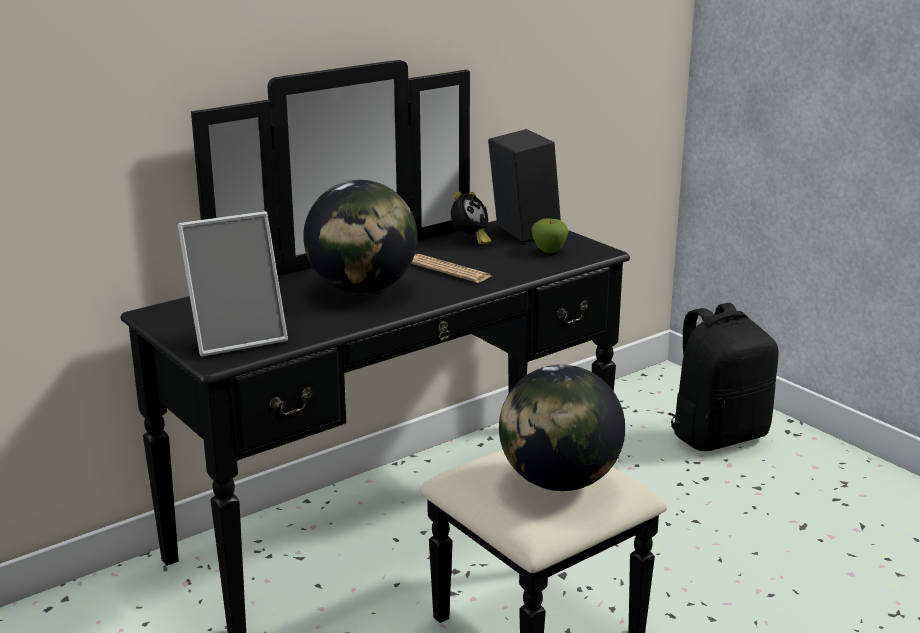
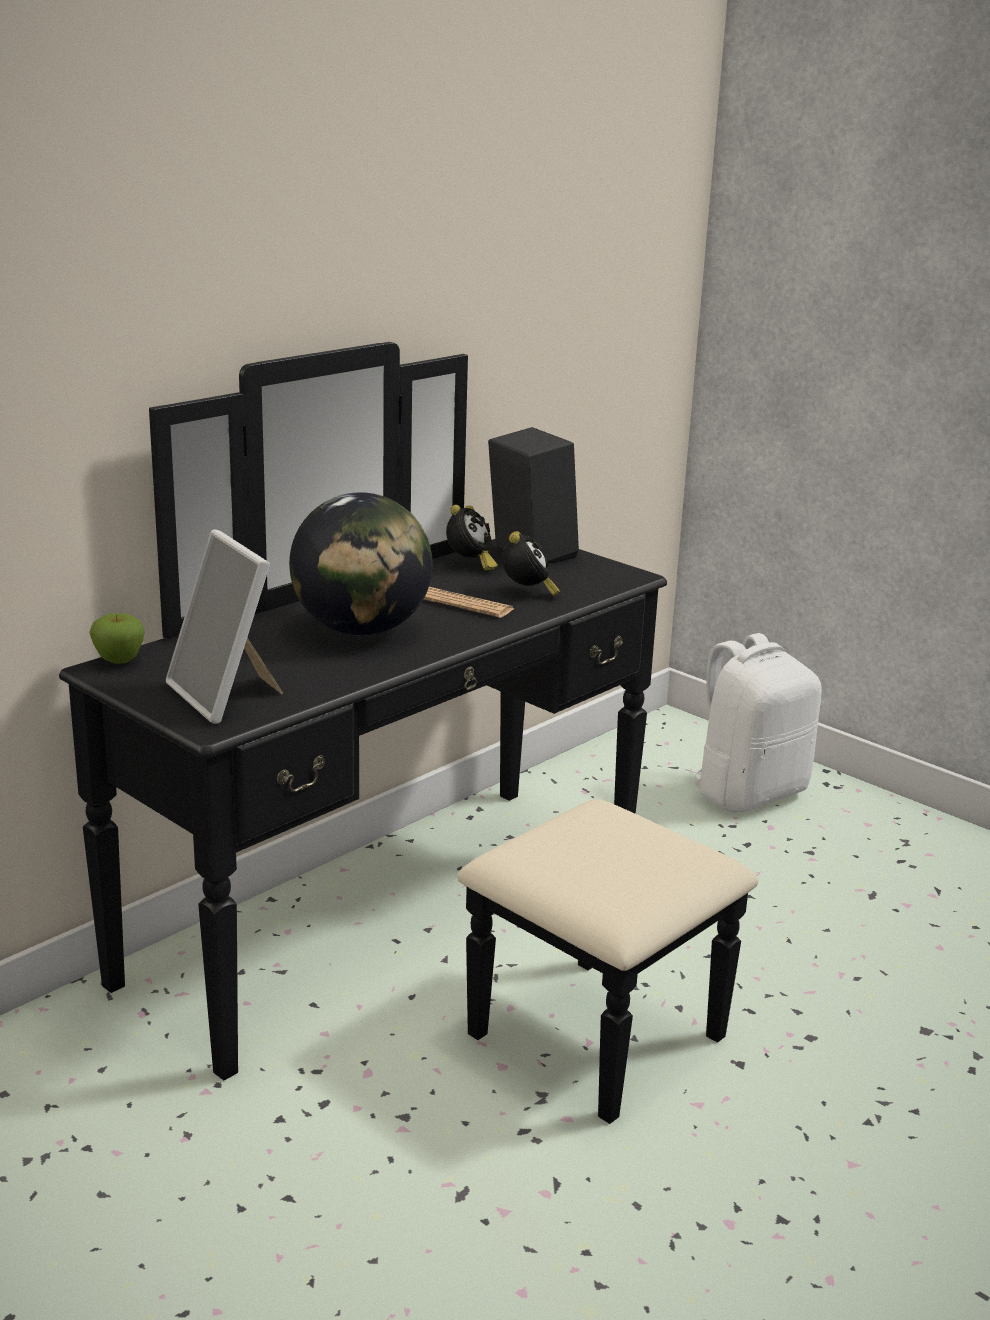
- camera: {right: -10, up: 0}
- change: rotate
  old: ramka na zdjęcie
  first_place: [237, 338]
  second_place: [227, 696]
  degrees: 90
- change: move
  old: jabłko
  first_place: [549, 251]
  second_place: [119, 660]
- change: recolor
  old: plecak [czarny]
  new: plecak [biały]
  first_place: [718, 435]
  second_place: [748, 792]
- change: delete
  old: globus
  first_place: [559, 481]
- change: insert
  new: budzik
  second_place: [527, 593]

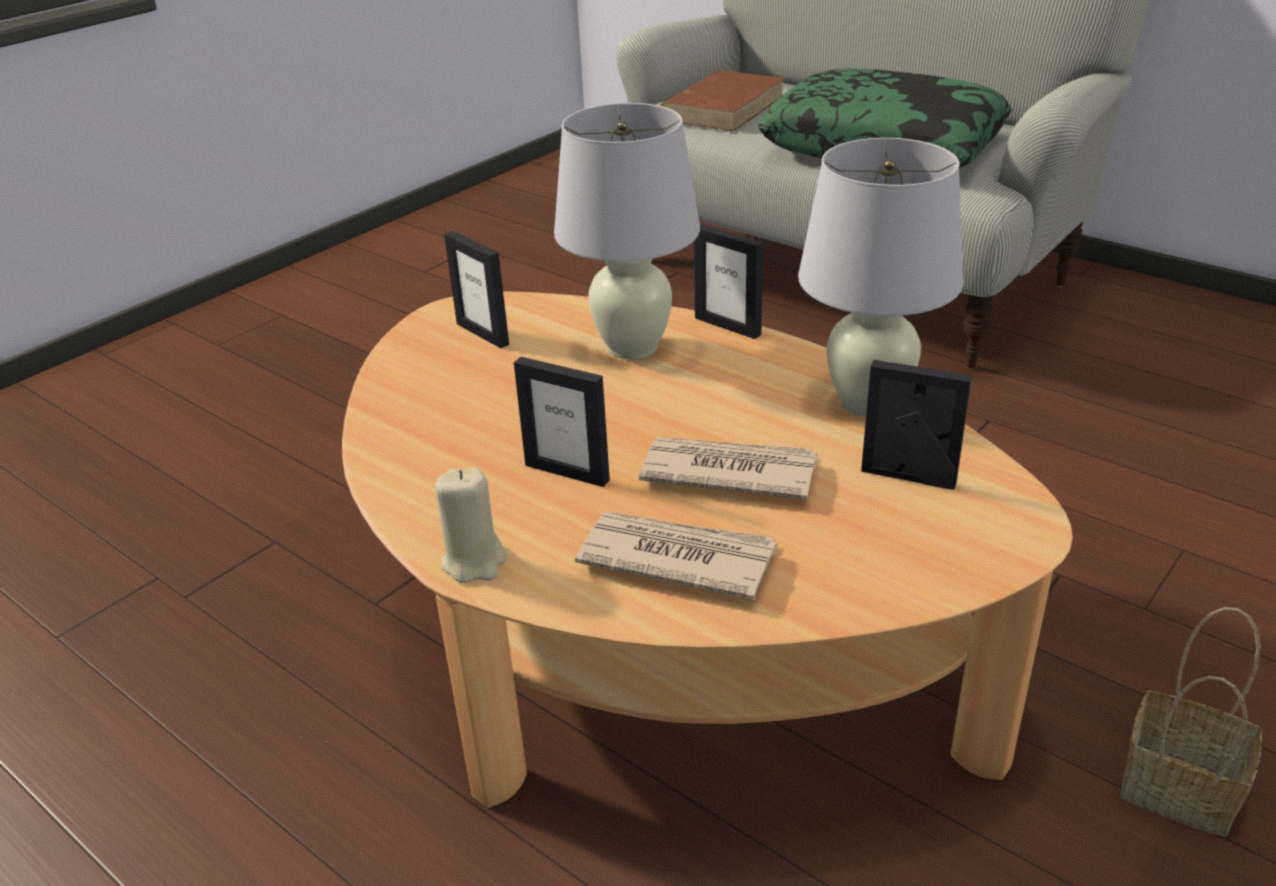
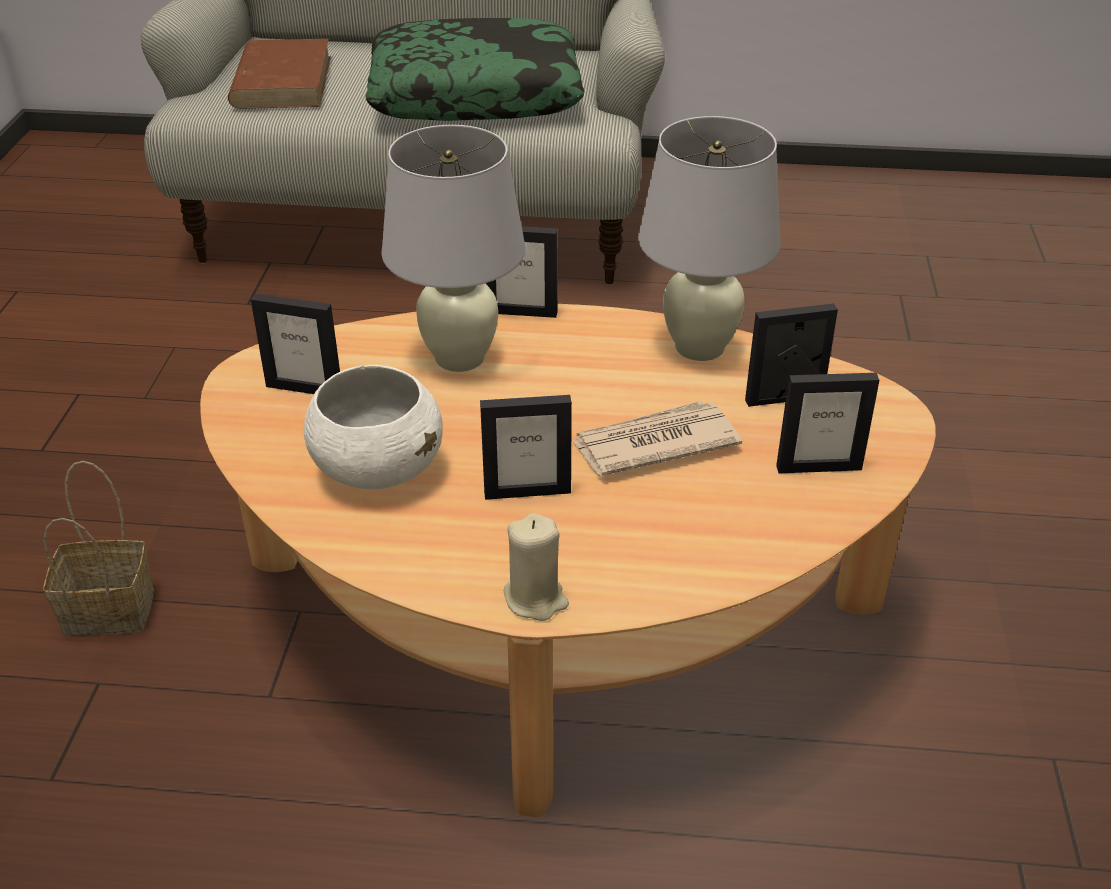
- camera: {right: -35, up: 5}
- change: delete
  old: gazeta
  first_place: [675, 558]
- change: move
  old: koszyk
  first_place: [1183, 789]
  second_place: [112, 609]
- change: insert
  new: miska [biały]
  second_place: [377, 469]
- change: insert
  new: ramka na zdjęcie
  second_place: [818, 467]

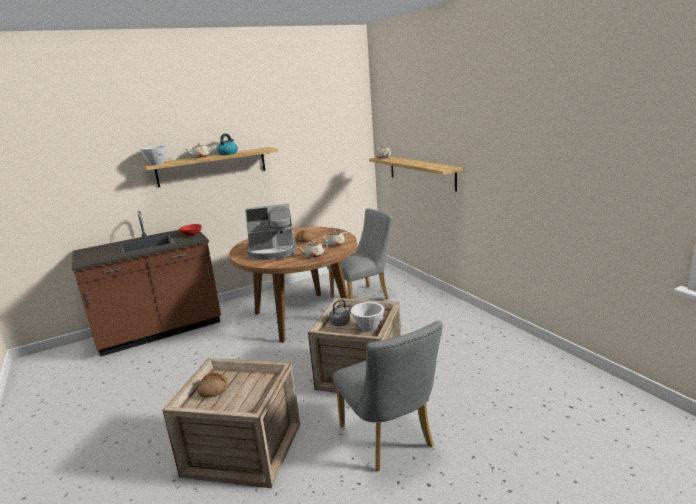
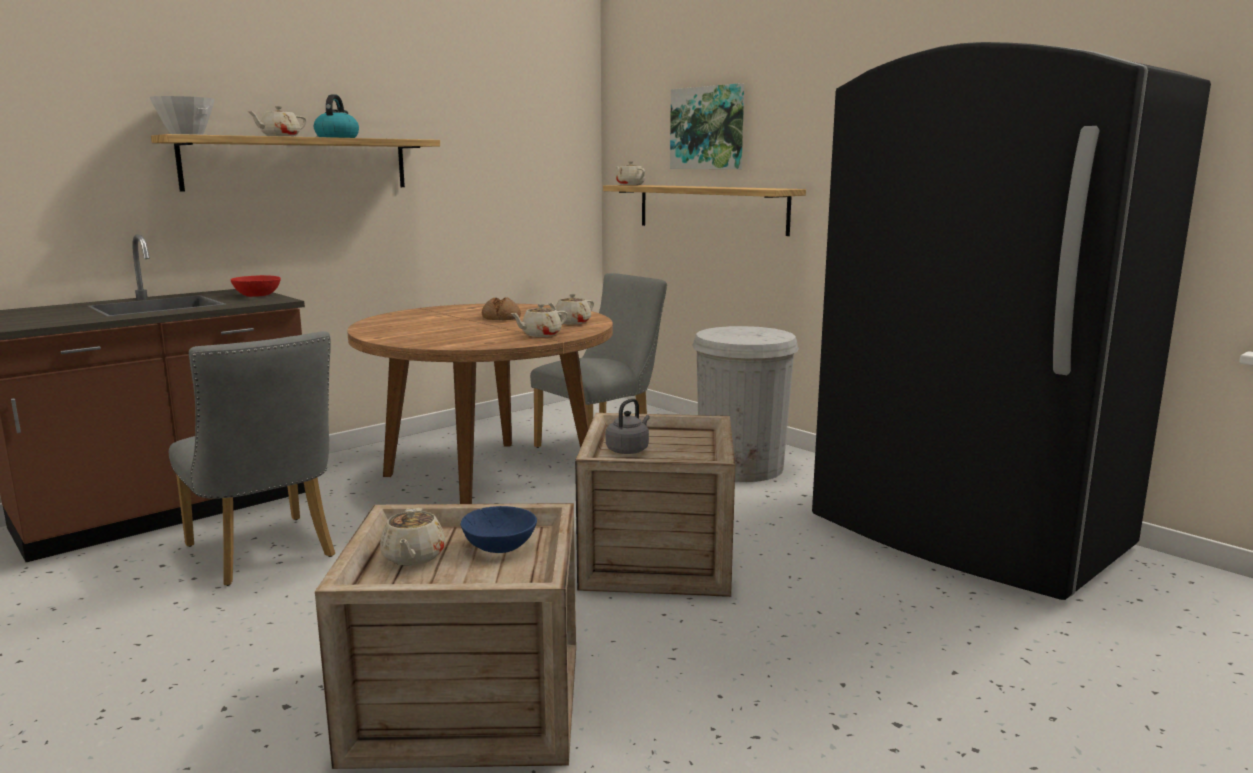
- camera: {right: -15, up: -5}
- change: delete
  old: ekspres do kawy
  first_place: [273, 251]
- change: delete
  old: miska [biały]
  first_place: [368, 327]
- change: move
  old: krzesło [szary]
  first_place: [390, 440]
  second_place: [265, 554]
- change: replace
  old: chleb
  new: imbryk [beżowy]
  first_place: [213, 389]
  second_place: [413, 557]
- change: insert
  new: lodówka [czarny]
  second_place: [966, 534]
- change: insert
  new: obraz
  second_place: [708, 128]
- change: insert
  new: kosz na śmieci [biały]
  second_place: [741, 467]
- change: insert
  new: miska [niebieski]
  second_place: [500, 546]

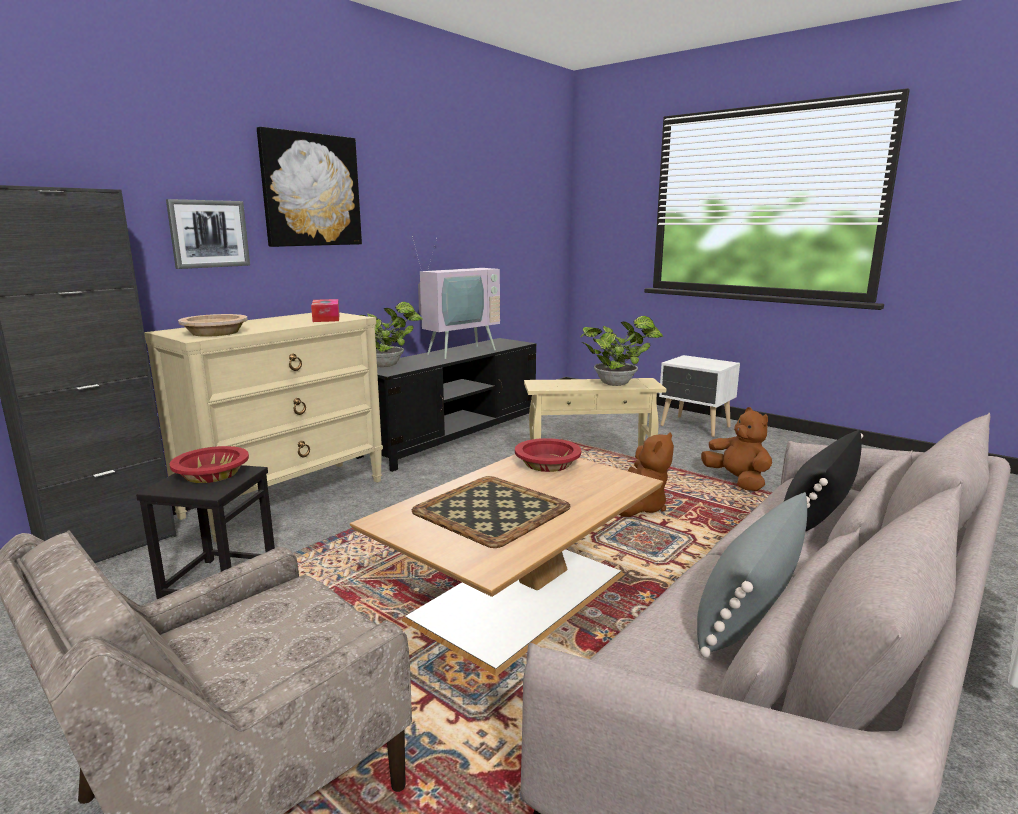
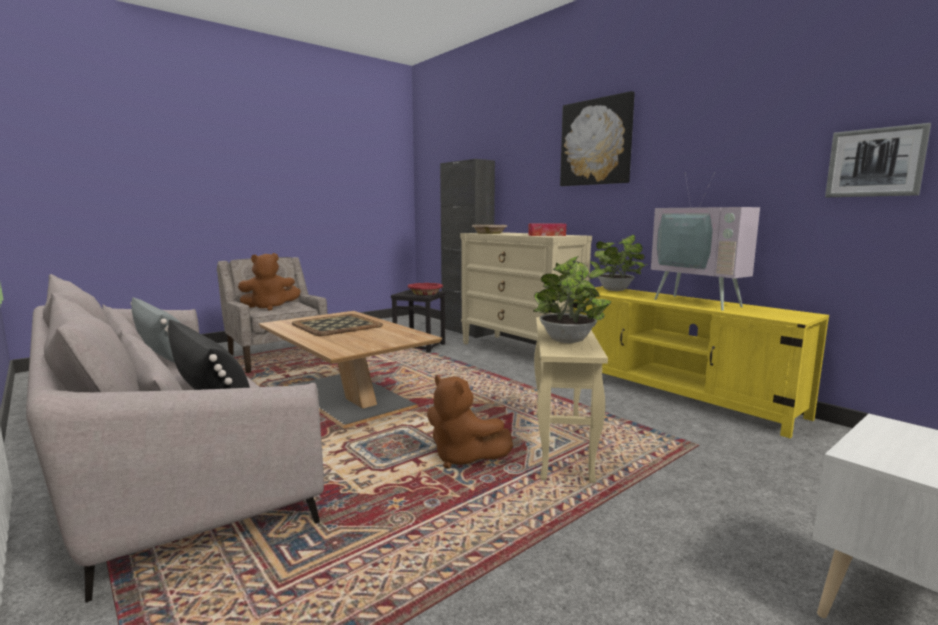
- camera: {right: 100, up: -5}
- change: move
  old: obraz
  first_place: [209, 234]
  second_place: [875, 162]
- change: recolor
  old: szafka pod telewizor [czarny]
  new: szafka pod telewizor [żółty]
  first_place: [454, 436]
  second_place: [676, 393]
- change: move
  old: pluszak [brązowy]
  first_place: [737, 481]
  second_place: [270, 307]
- change: delete
  old: miska [czerwony]
  first_place: [547, 463]

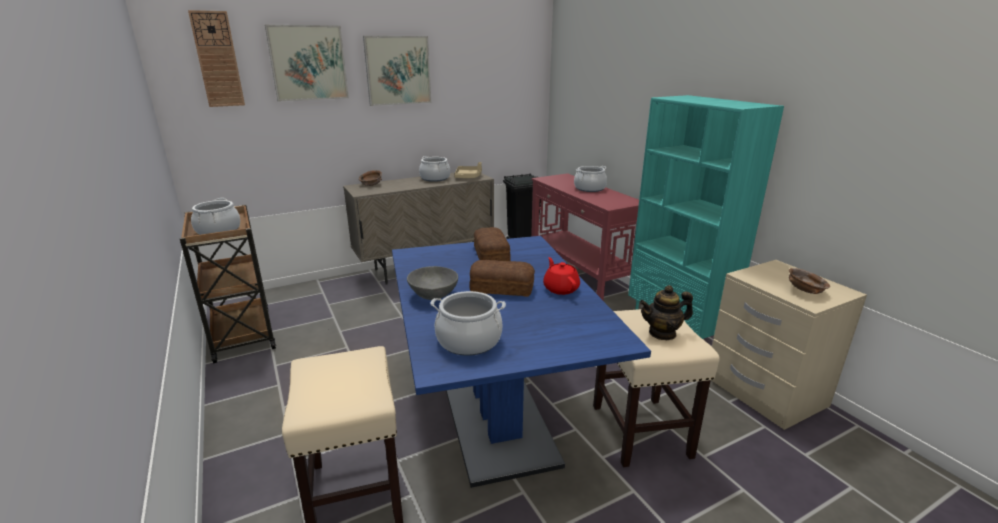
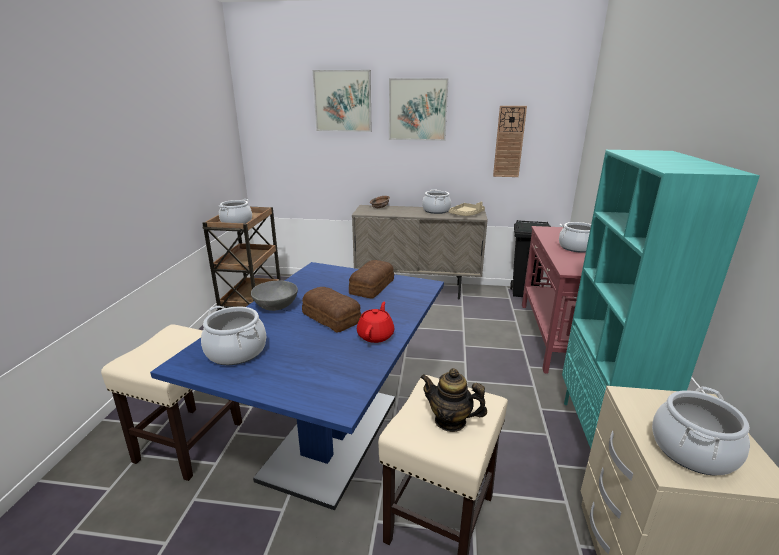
- camera: {right: 35, up: 0}
- change: move
  old: zegar ścienny
  first_place: [217, 60]
  second_place: [509, 142]
- change: replace
  old: miska [brązowy]
  new: garnek
  first_place: [804, 291]
  second_place: [692, 450]

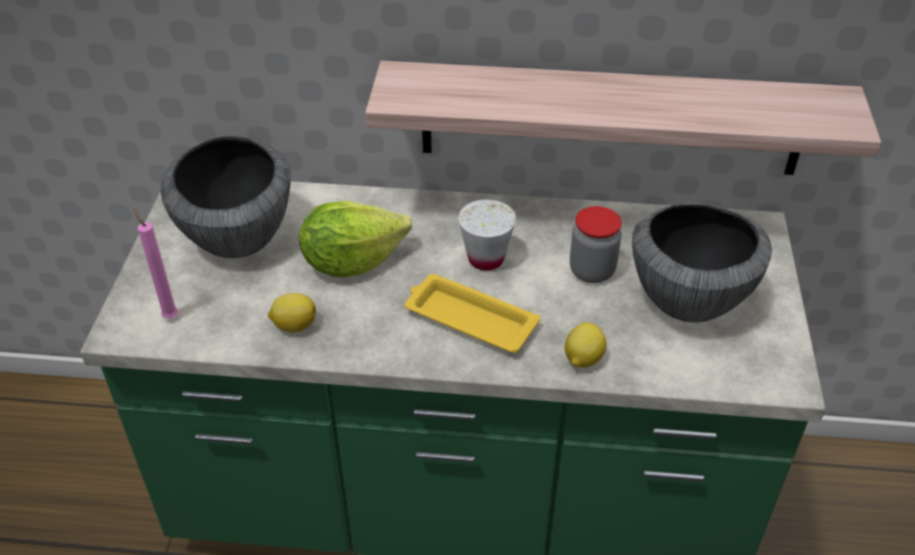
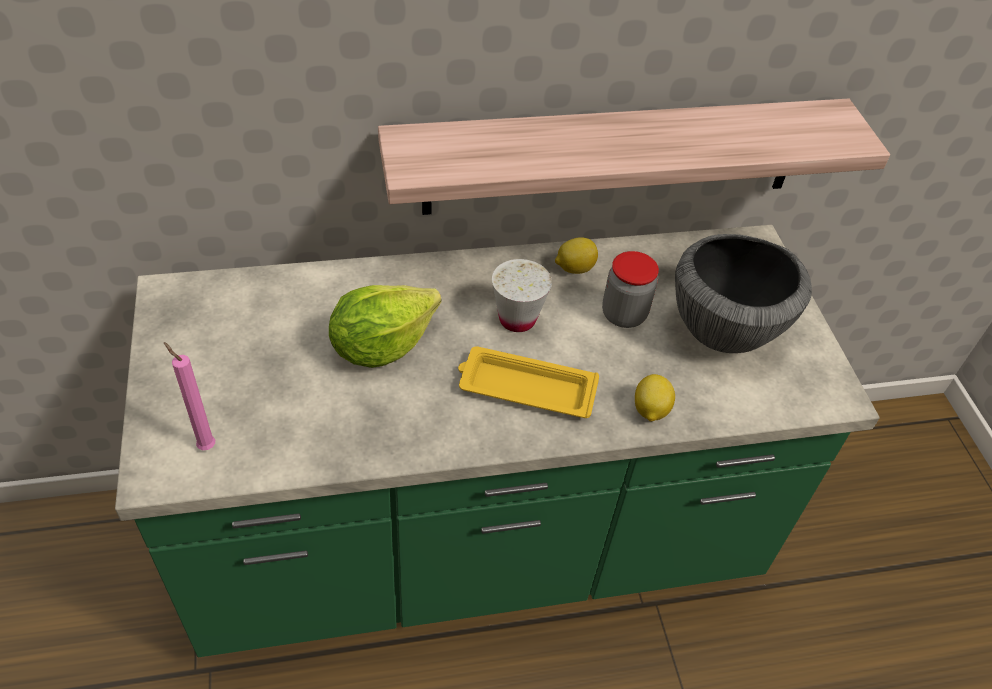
- camera: {right: -20, up: 5}
- change: delete
  old: miska
  first_place: [237, 238]
- change: move
  old: cytryna
  first_place: [294, 325]
  second_place: [574, 268]

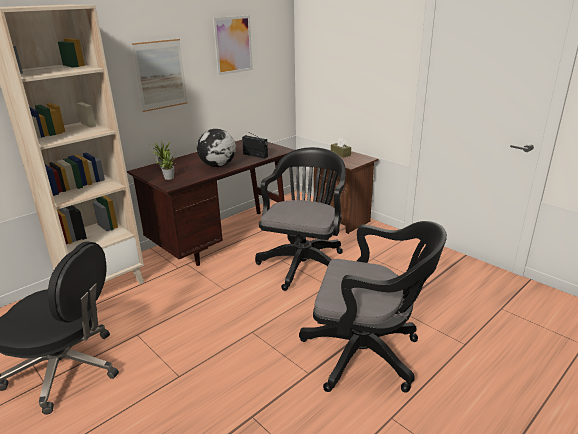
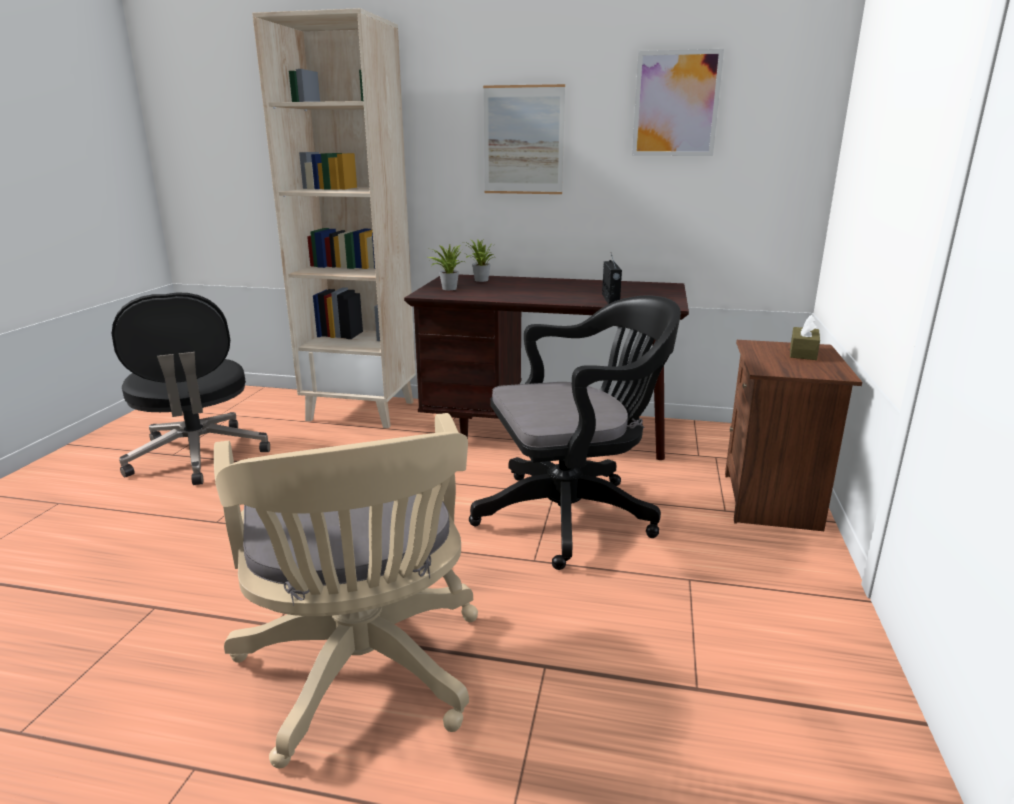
- camera: {right: 55, up: -5}
- change: delete
  old: globus
  first_place: [217, 166]
- change: recolor
  old: krzesło biurowe [czarny]
  new: krzesło biurowe [beżowy]
  first_place: [367, 354]
  second_place: [364, 675]

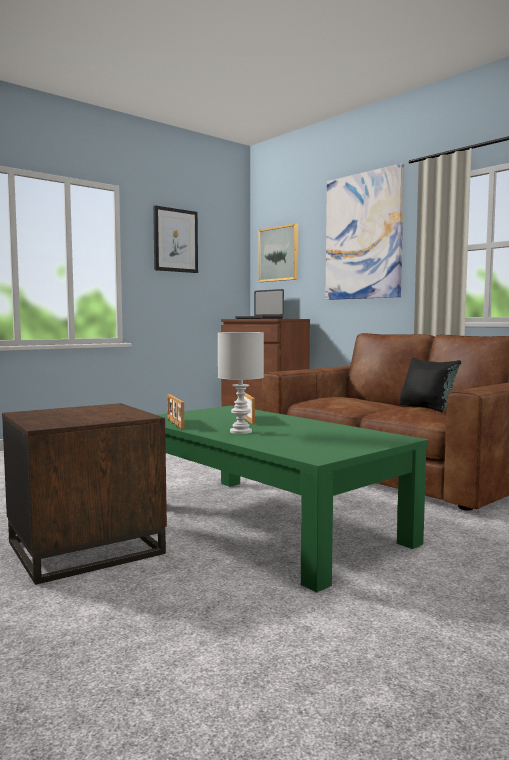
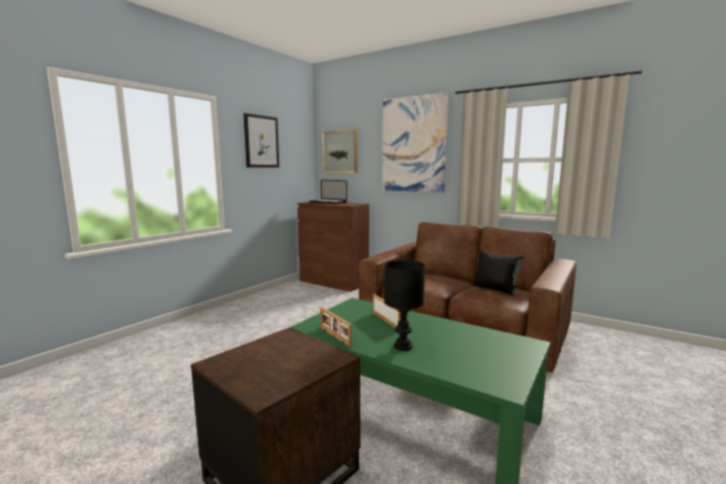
- camera: {right: -15, up: 5}
- change: recolor
  old: lampa stołowa [biały]
  new: lampa stołowa [czarny]
  first_place: [241, 432]
  second_place: [403, 346]

